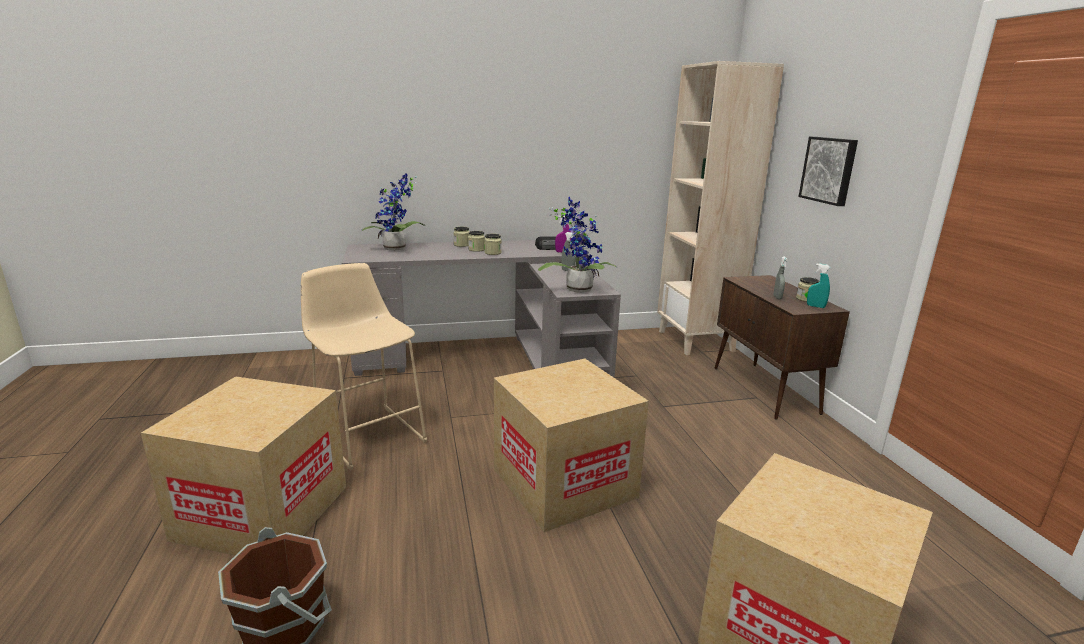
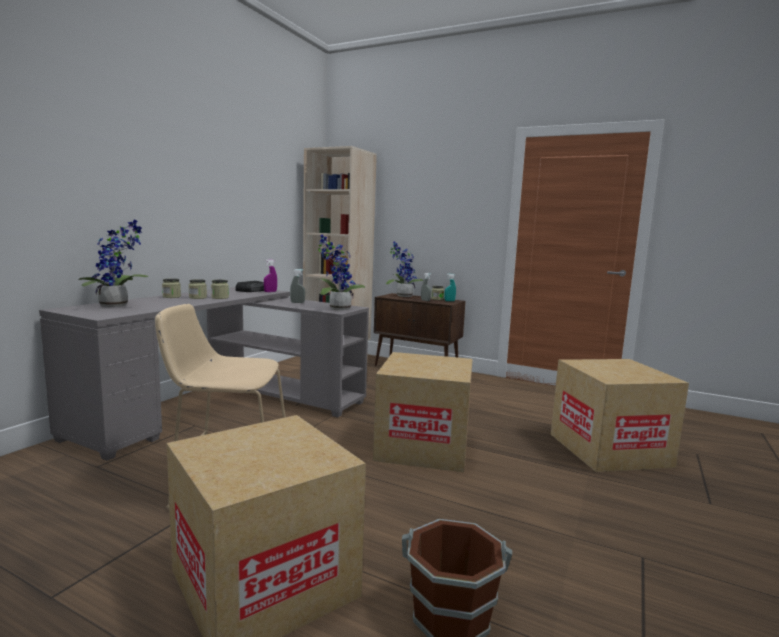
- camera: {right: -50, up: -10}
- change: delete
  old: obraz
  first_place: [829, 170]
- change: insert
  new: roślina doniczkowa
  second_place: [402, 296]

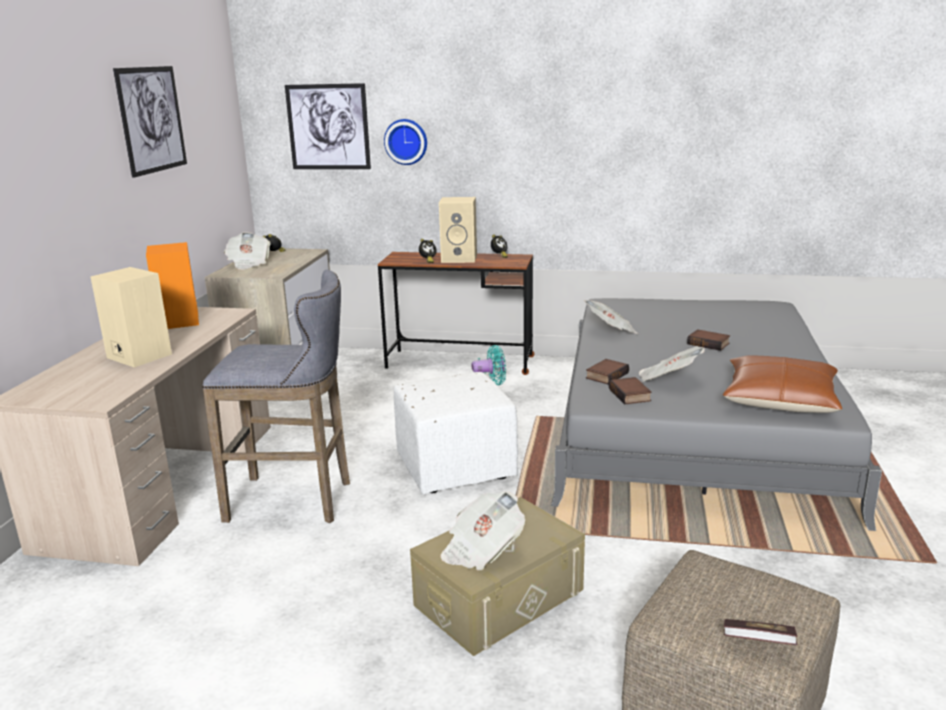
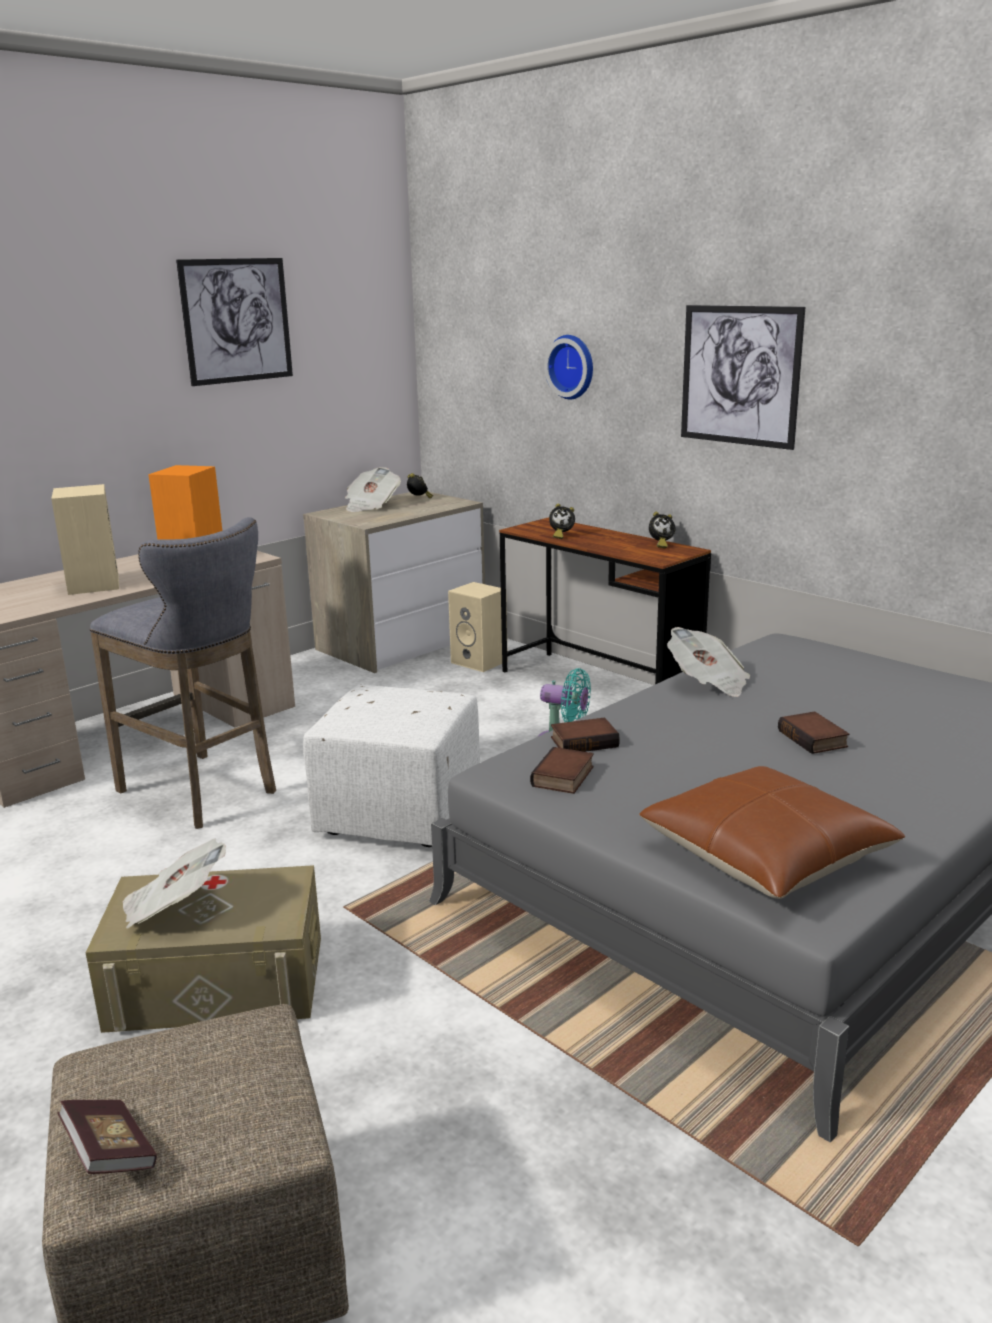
- camera: {right: 35, up: 0}
- change: move
  old: obraz
  first_place: [328, 127]
  second_place: [740, 375]
- change: move
  old: głośnik [beżowy]
  first_place: [460, 258]
  second_place: [481, 662]
- change: delete
  old: gazeta
  first_place: [668, 379]

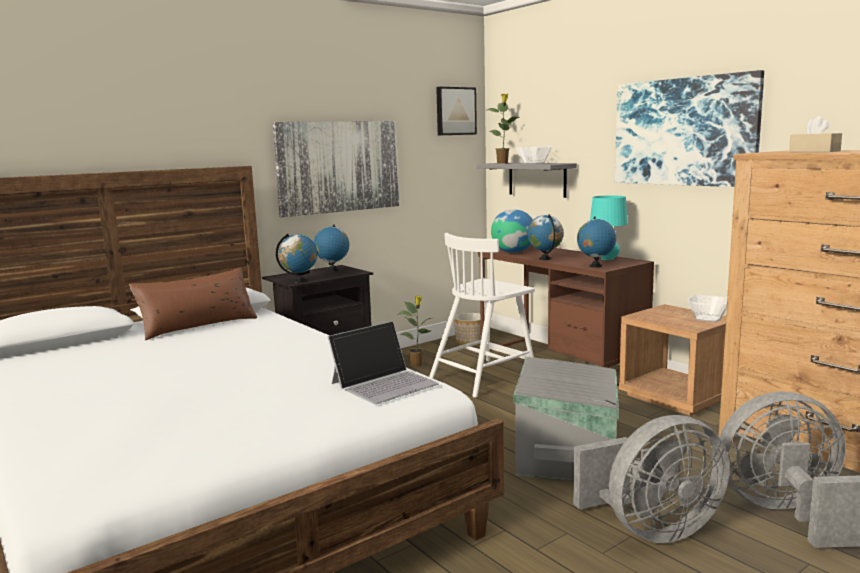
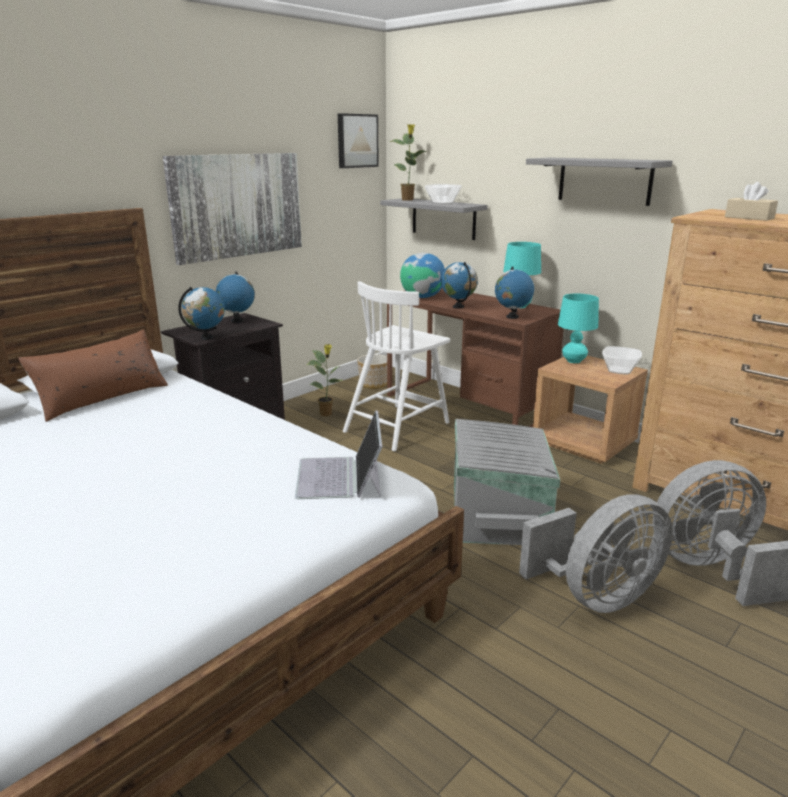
- camera: {right: -10, up: 10}
- change: replace
  old: obraz
  new: półka [szary]
  first_place: [684, 132]
  second_place: [604, 180]
- change: rotate
  old: laptop
  first_place: [384, 383]
  second_place: [340, 477]
  degrees: 135
- change: insert
  new: lampa stołowa [turkusowy]
  second_place: [573, 361]

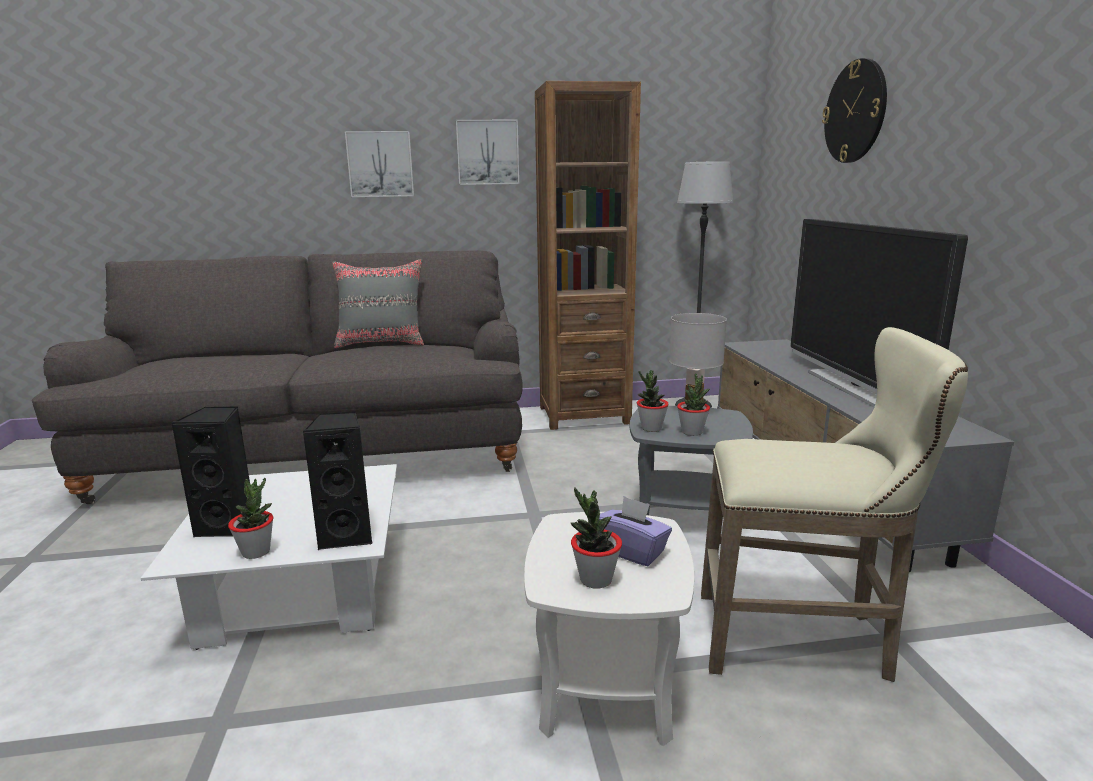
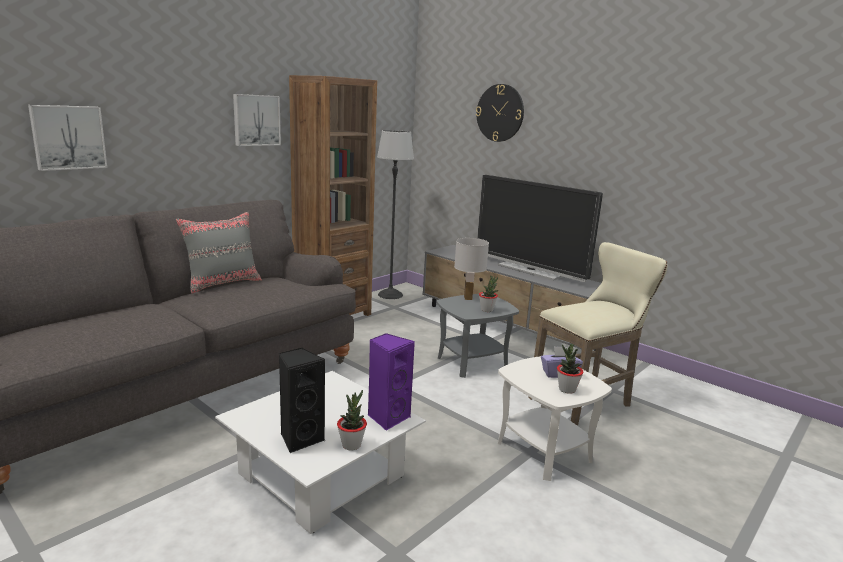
- camera: {right: -40, up: 0}
- change: move
  old: obraz
  first_place: [380, 164]
  second_place: [68, 137]
- change: delete
  old: roślina doniczkowa
  first_place: [651, 428]
- change: recolor
  old: głośnik [czarny]
  new: głośnik [fioletowy]
  first_place: [348, 535]
  second_place: [387, 417]

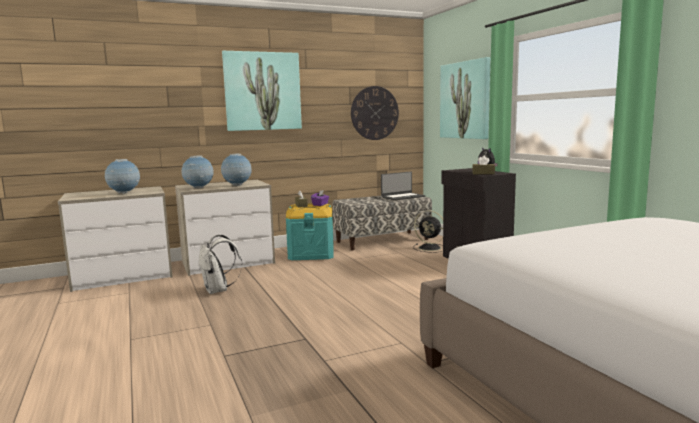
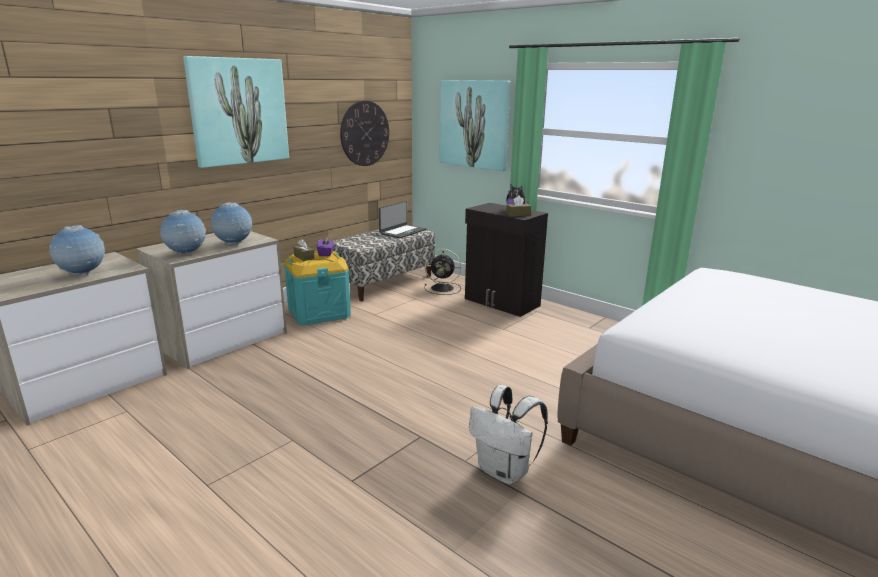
- camera: {right: -25, up: 10}
- change: move
  old: plecak [biały]
  first_place: [218, 290]
  second_place: [505, 471]

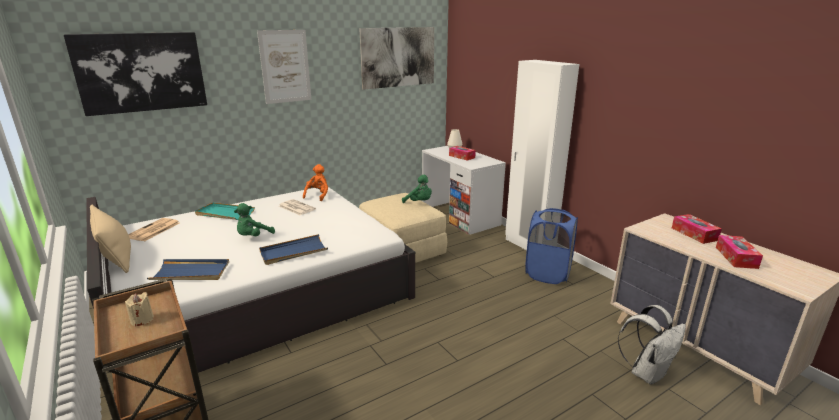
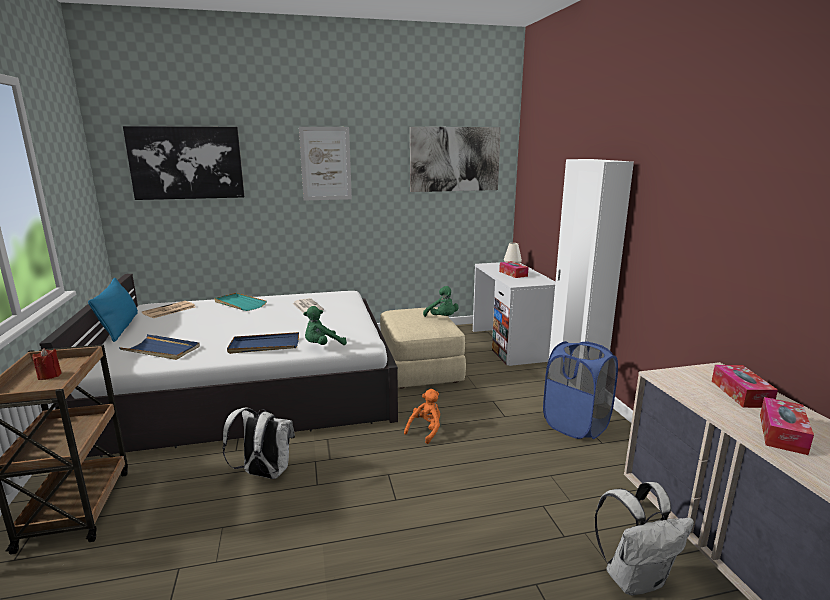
- camera: {right: 20, up: -5}
- change: move
  old: pluszak [pomarańczowy]
  first_place: [318, 195]
  second_place: [426, 430]
- change: move
  old: pluszak [zielony]
  first_place: [253, 237]
  second_place: [322, 346]
- change: recolor
  old: poduszka [beżowy]
  new: poduszka [niebieski]
  first_place: [115, 256]
  second_place: [120, 327]
- change: recolor
  old: świeca [beżowy]
  new: świeca [czerwony]
  first_place: [142, 320]
  second_place: [49, 376]
- change: insert
  new: plecak [biały]
  second_place: [264, 474]

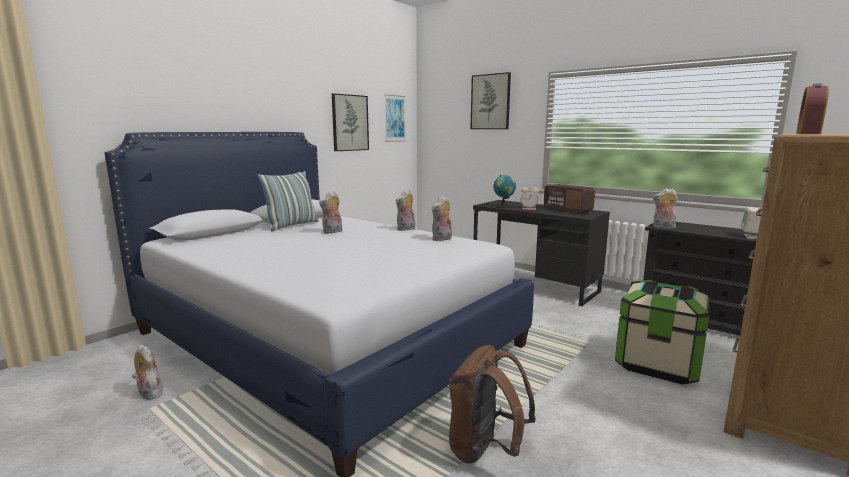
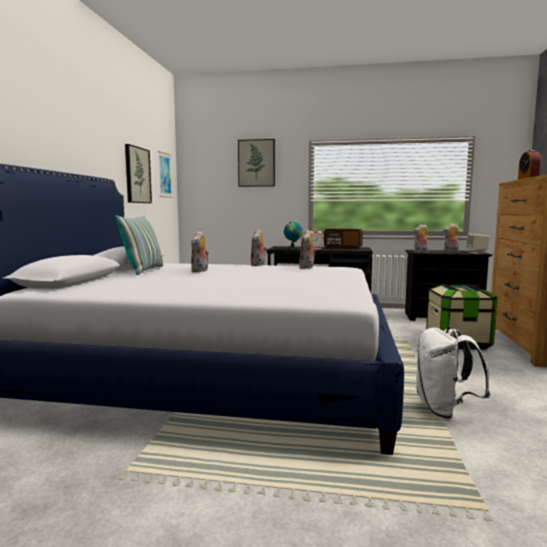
- camera: {right: -30, up: -5}
- change: move
  old: pluszak
  first_place: [148, 394]
  second_place: [451, 251]
- change: recolor
  old: plecak [brązowy]
  new: plecak [biały]
  first_place: [485, 450]
  second_place: [444, 409]

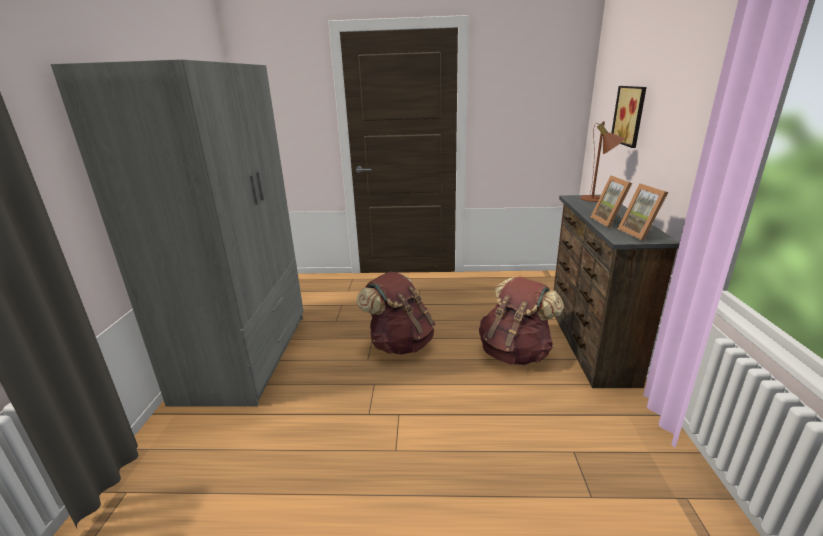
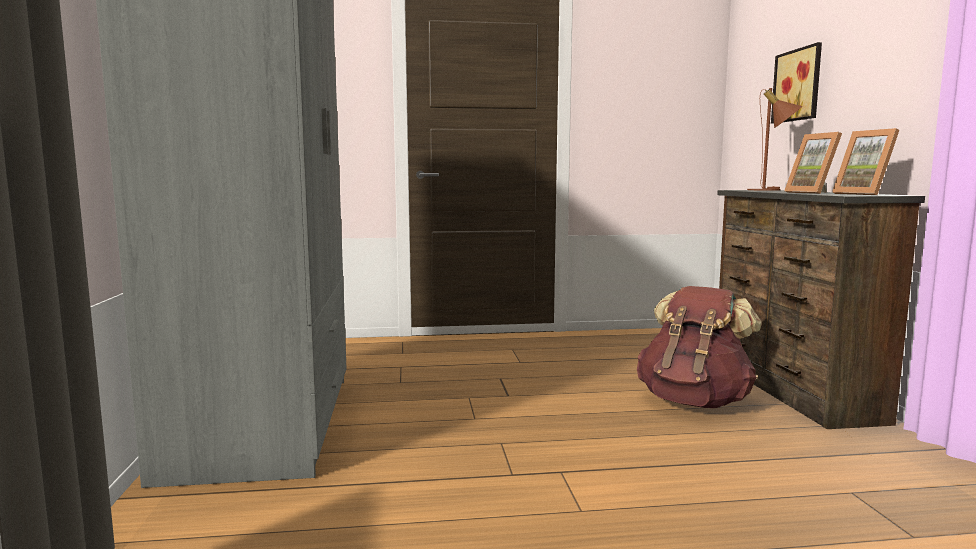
- camera: {right: -10, up: -15}
- change: delete
  old: plecak [brązowy]
  first_place: [400, 343]

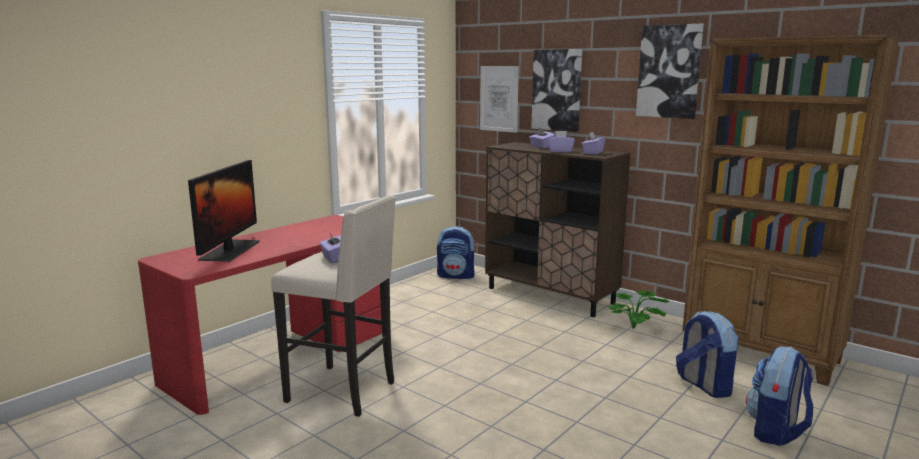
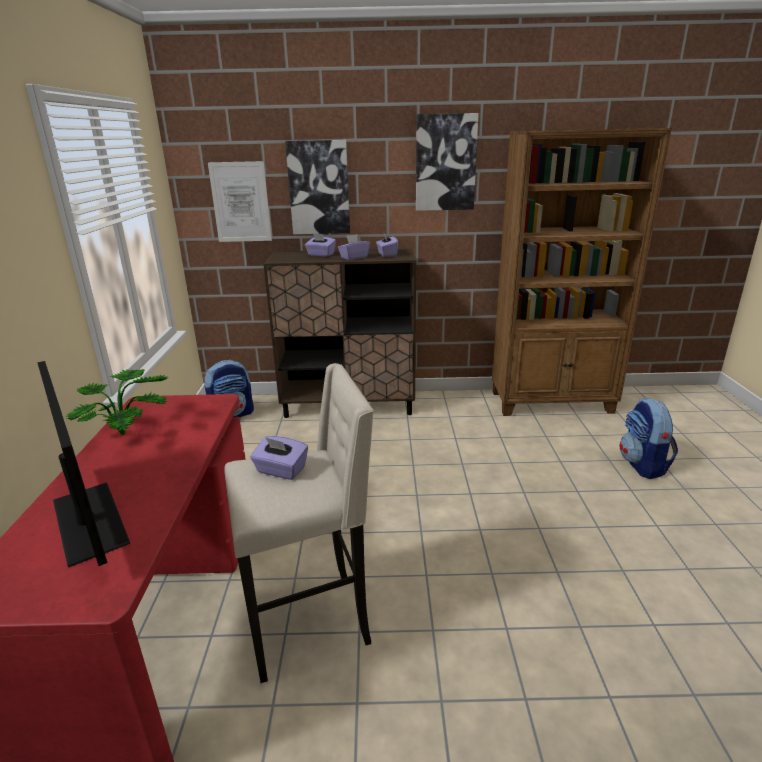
- camera: {right: -40, up: 10}
- change: move
  old: roślina doniczkowa
  first_place: [637, 329]
  second_place: [129, 433]
- change: delete
  old: plecak
  first_place: [703, 385]

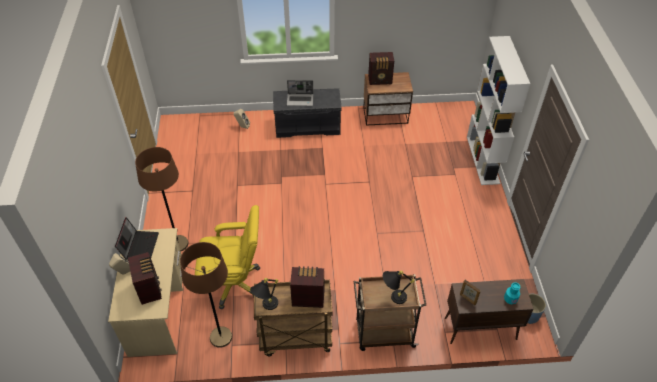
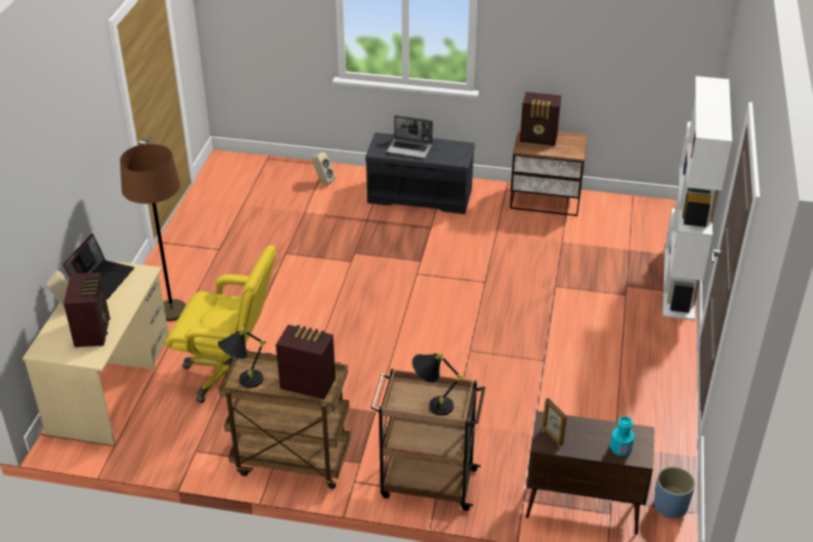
- camera: {right: 15, up: -10}
- change: delete
  old: lampa stojąca [brązowy]
  first_place: [221, 337]

